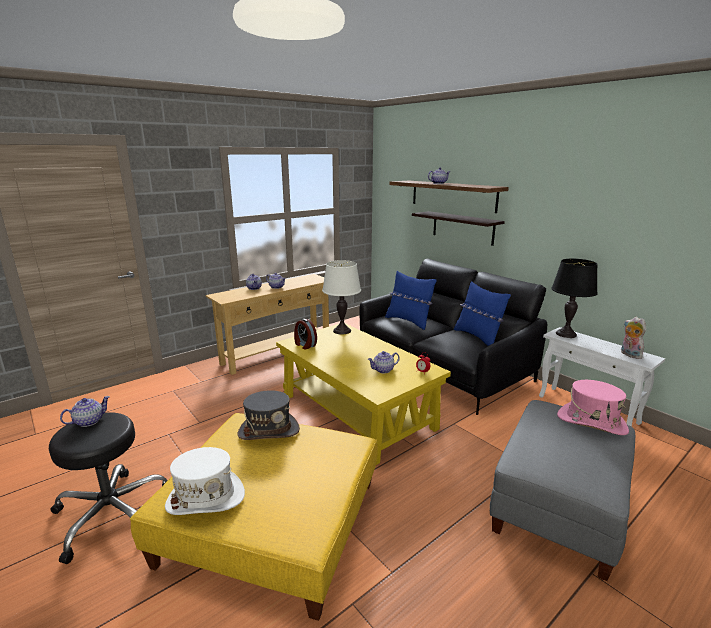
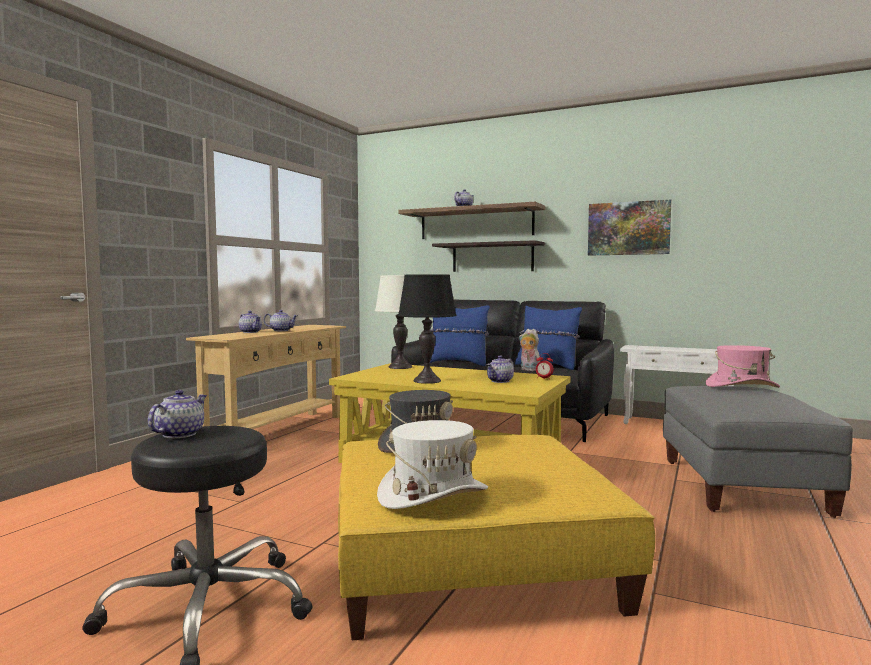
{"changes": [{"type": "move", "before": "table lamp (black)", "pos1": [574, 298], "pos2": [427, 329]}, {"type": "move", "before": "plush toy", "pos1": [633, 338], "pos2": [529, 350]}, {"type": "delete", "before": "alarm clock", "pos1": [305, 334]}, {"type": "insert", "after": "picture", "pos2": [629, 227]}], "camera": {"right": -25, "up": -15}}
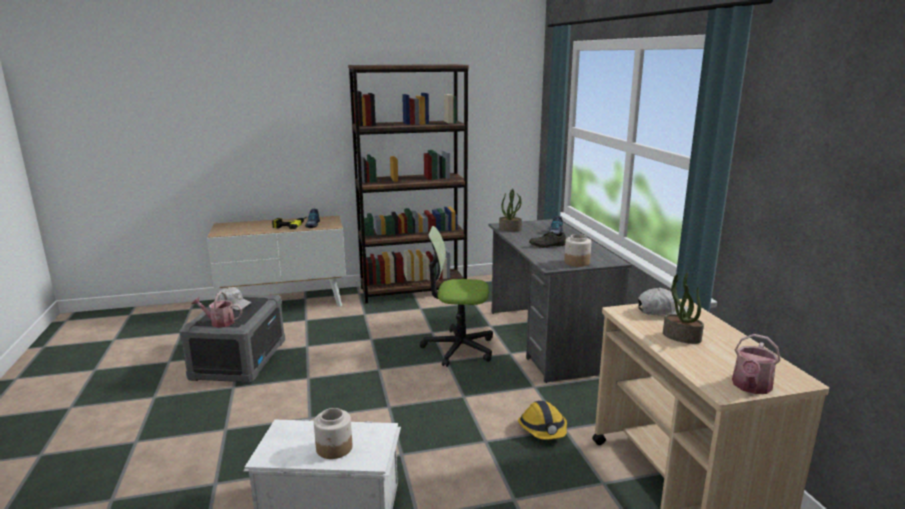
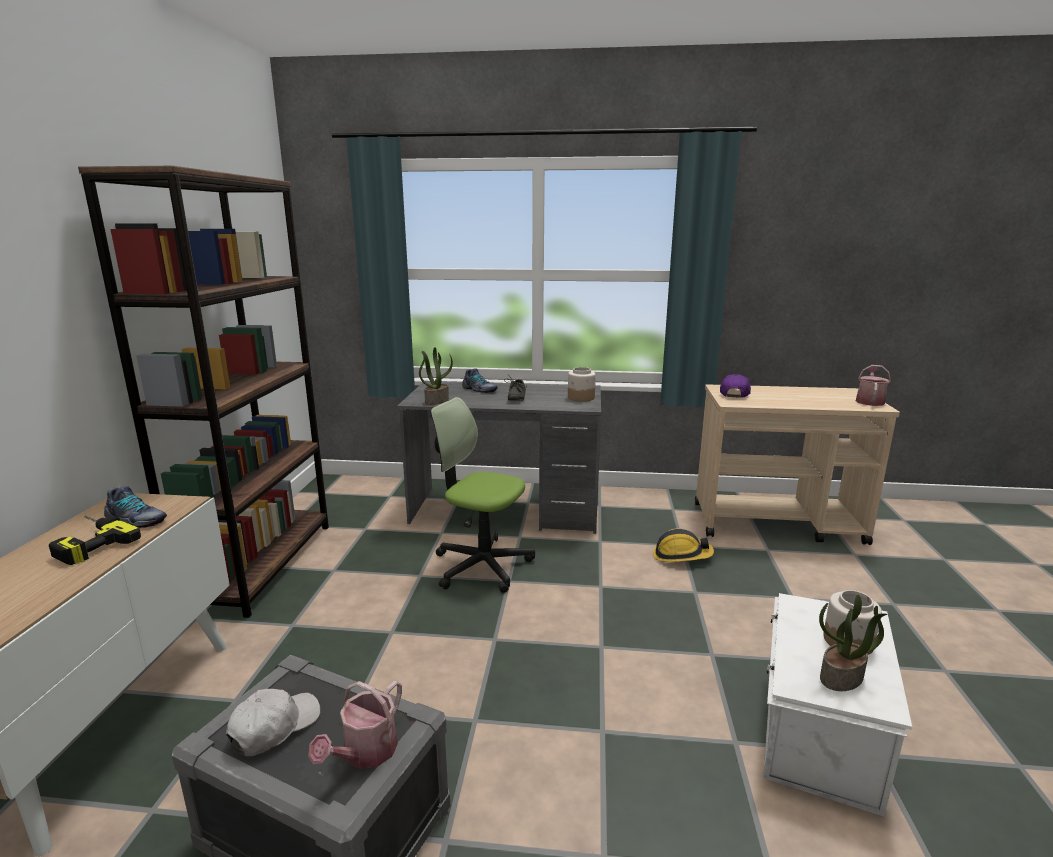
{"changes": [{"type": "rotate", "before": "office chair", "pos1": [456, 296], "pos2": [483, 495], "turn": 90}, {"type": "move", "before": "potted plant", "pos1": [683, 308], "pos2": [853, 643]}, {"type": "recolor", "before": "cap (white)", "after": "cap (purple)", "pos1": [663, 301], "pos2": [735, 386]}, {"type": "rotate", "before": "watering can", "pos1": [756, 364], "pos2": [873, 385], "turn": -120}], "camera": {"right": -70, "up": 0}}
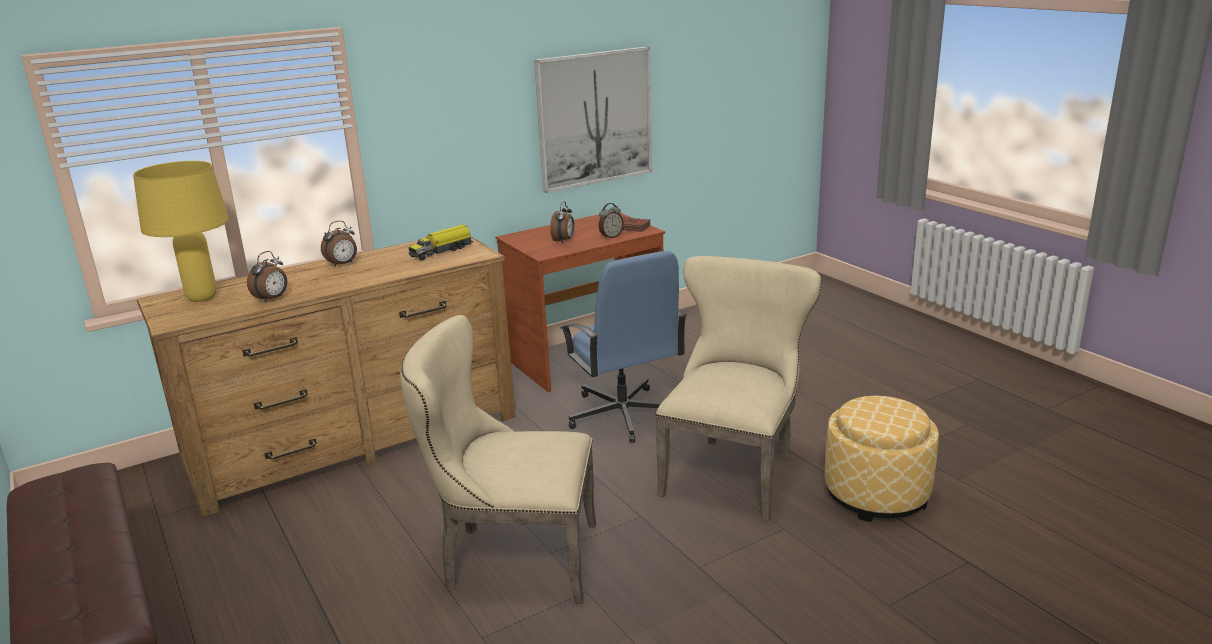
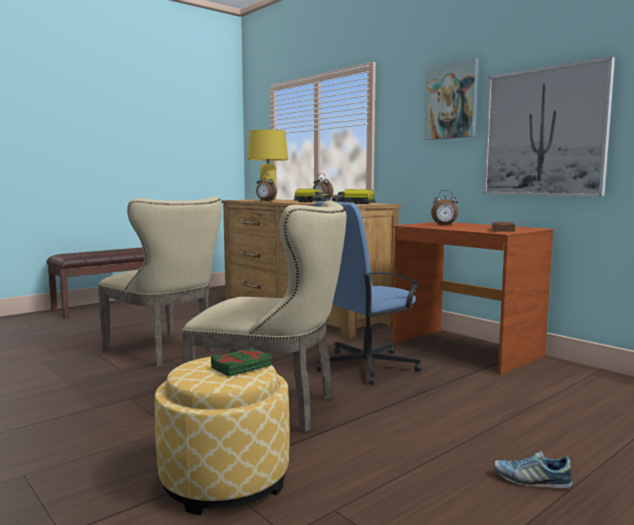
{"changes": [{"type": "delete", "before": "alarm clock", "pos1": [611, 221]}, {"type": "rotate", "before": "chair (beige)", "pos1": [498, 459], "pos2": [160, 282], "turn": 135}, {"type": "insert", "after": "picture", "pos2": [451, 99]}, {"type": "insert", "after": "toy truck", "pos2": [312, 195]}, {"type": "insert", "after": "book (green)", "pos2": [241, 362]}, {"type": "insert", "after": "shoe", "pos2": [533, 470]}], "camera": {"right": 80, "up": -15}}
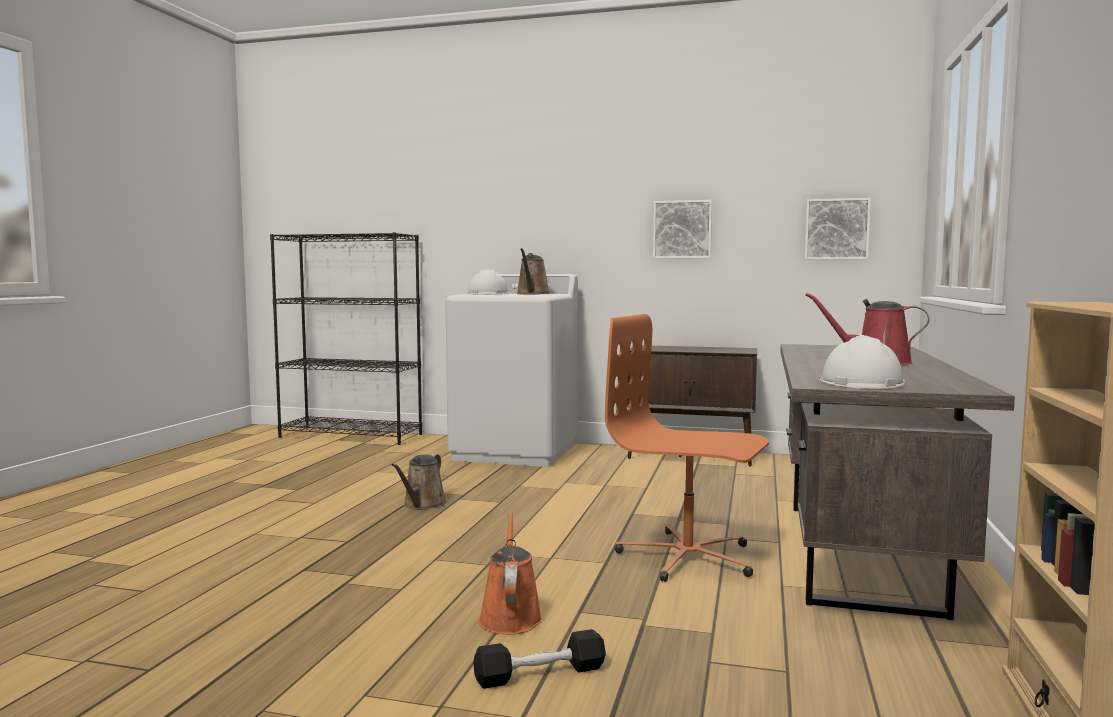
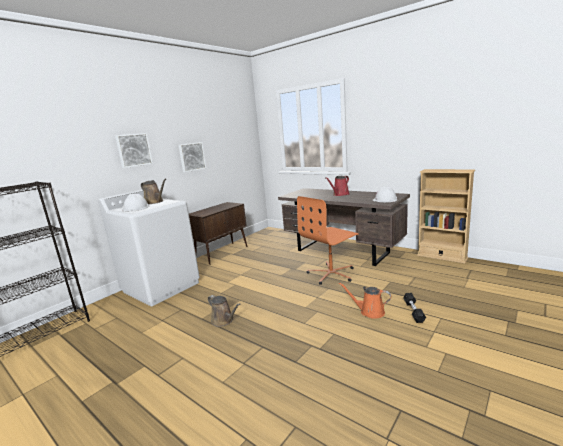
{"changes": [{"type": "move", "before": "picture", "pos1": [837, 229], "pos2": [134, 150]}], "camera": {"right": -65, "up": 10}}
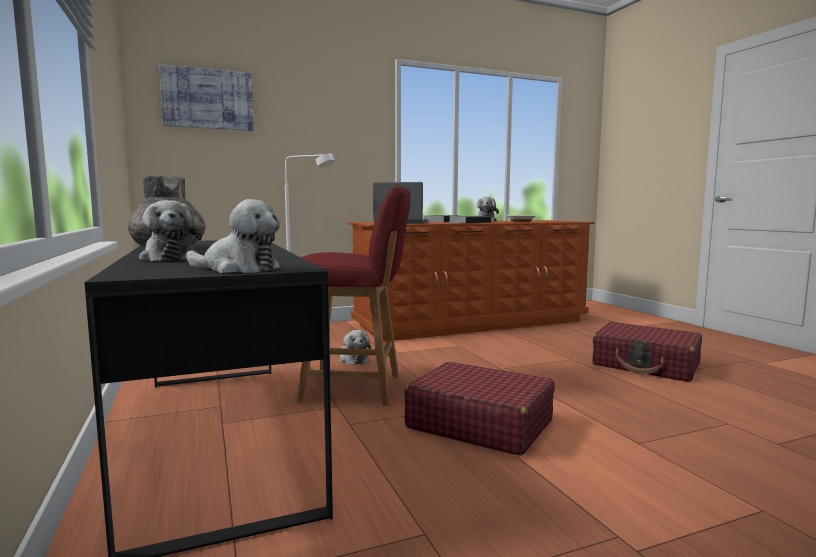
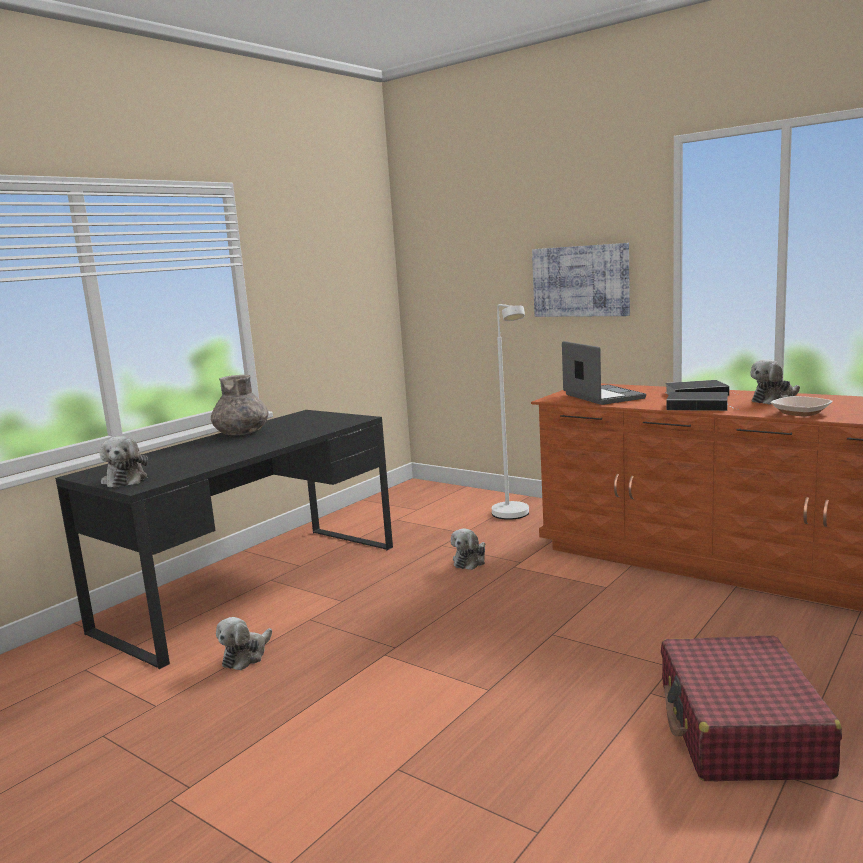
{"changes": [{"type": "move", "before": "picture", "pos1": [206, 97], "pos2": [581, 280]}, {"type": "delete", "before": "chair (red)", "pos1": [354, 296]}, {"type": "move", "before": "plush toy", "pos1": [170, 230], "pos2": [244, 643]}, {"type": "delete", "before": "suitcase (red)", "pos1": [479, 409]}], "camera": {"right": 60, "up": 5}}
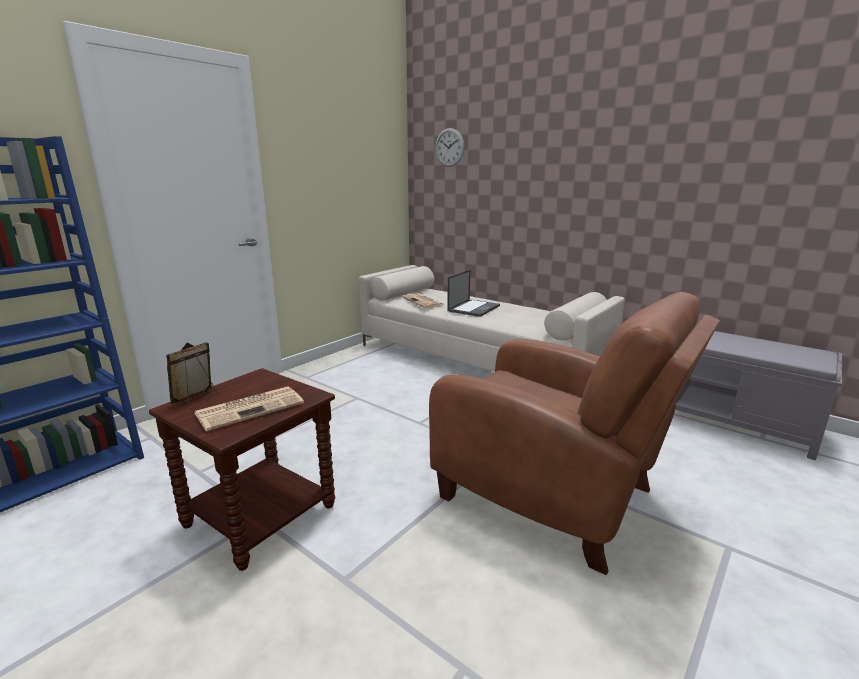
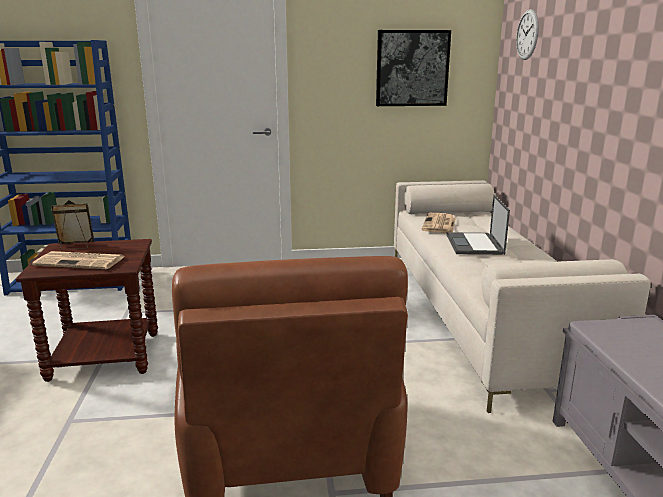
{"changes": [{"type": "rotate", "before": "laptop", "pos1": [473, 293], "pos2": [478, 225], "turn": 105}, {"type": "insert", "after": "picture", "pos2": [413, 68]}], "camera": {"right": 45, "up": 0}}
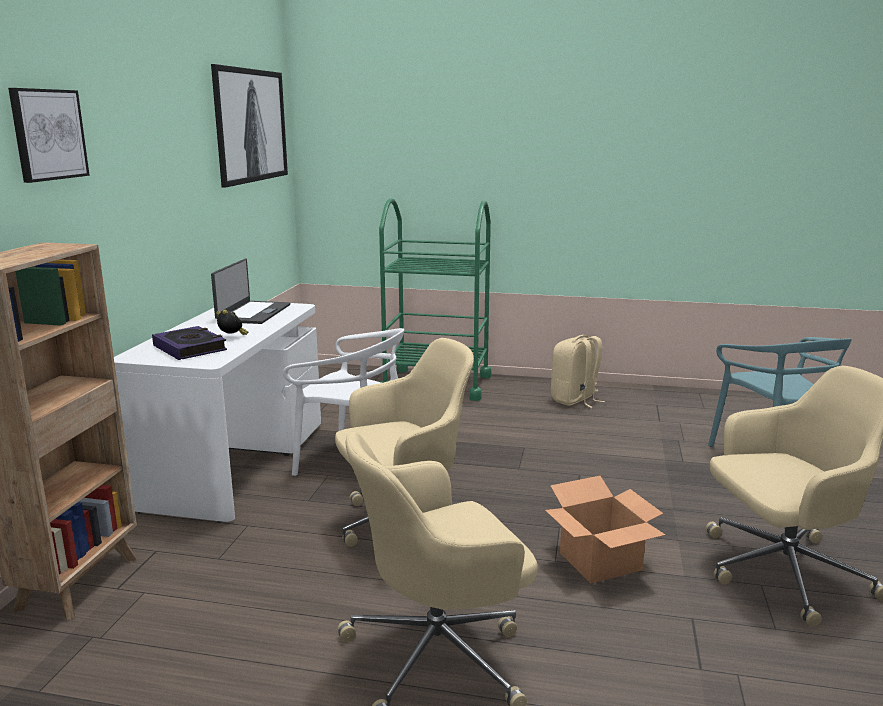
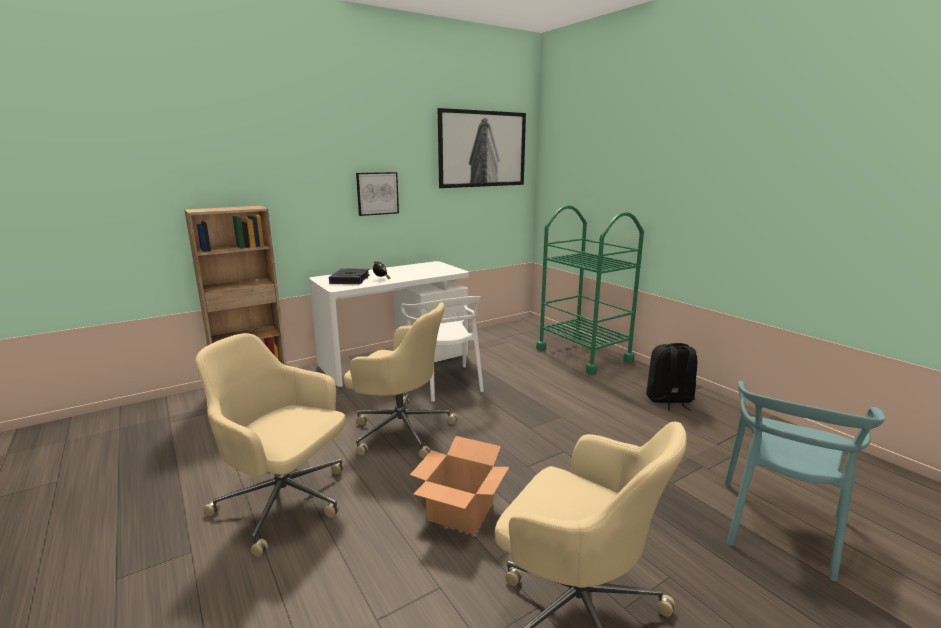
{"changes": [{"type": "move", "before": "picture", "pos1": [49, 135], "pos2": [377, 194]}, {"type": "delete", "before": "laptop", "pos1": [250, 291]}, {"type": "recolor", "before": "backpack (beige)", "after": "backpack (black)", "pos1": [578, 371], "pos2": [671, 377]}], "camera": {"right": 45, "up": 0}}
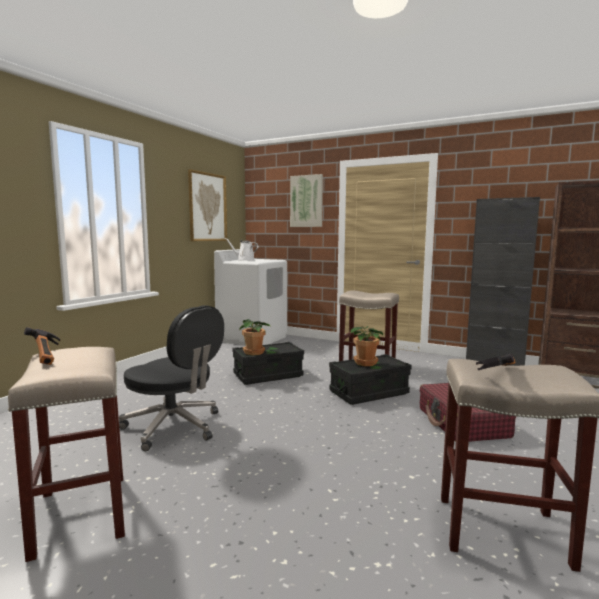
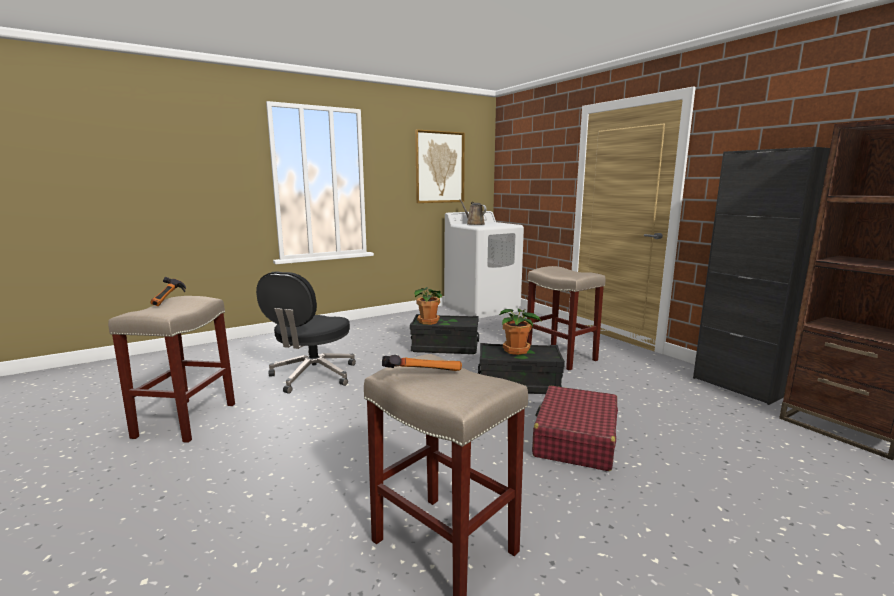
{"changes": [{"type": "delete", "before": "picture", "pos1": [306, 200]}, {"type": "recolor", "before": "watering can (white)", "after": "watering can (brown)", "pos1": [241, 249], "pos2": [473, 212]}, {"type": "rotate", "before": "office chair (black)", "pos1": [171, 378], "pos2": [306, 332], "turn": 45}], "camera": {"right": 30, "up": 5}}
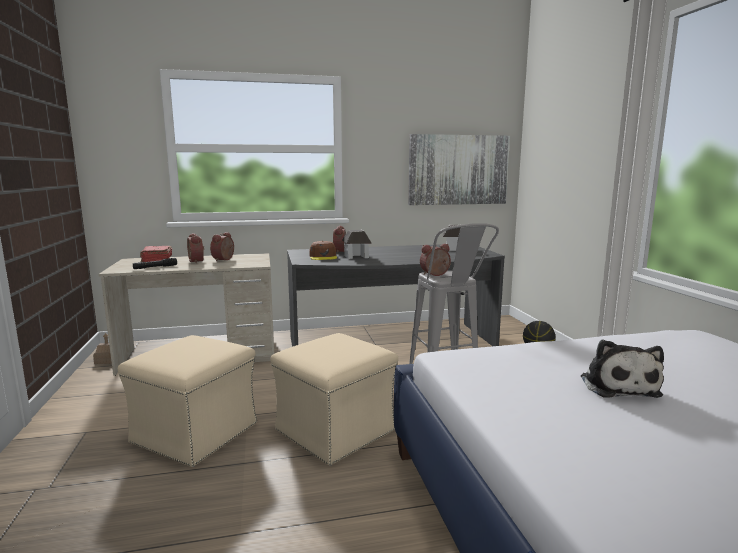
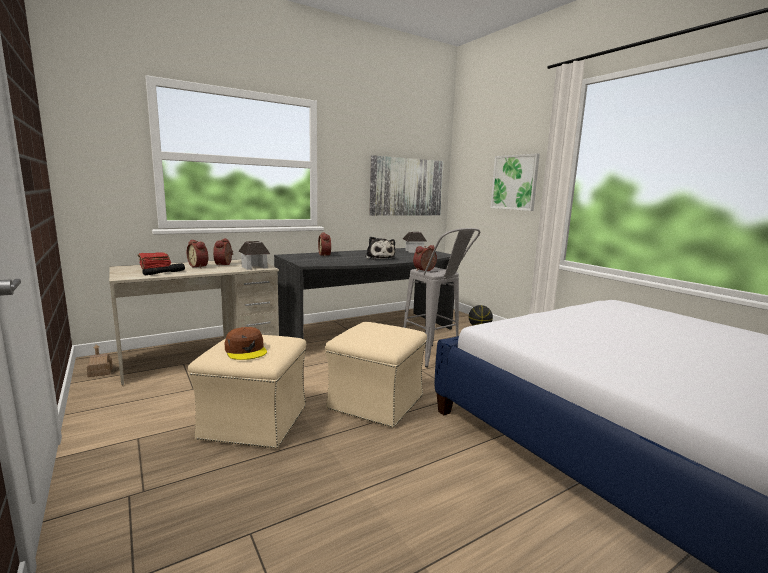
{"changes": [{"type": "move", "before": "toy house", "pos1": [357, 244], "pos2": [254, 255]}, {"type": "move", "before": "cap (brown)", "pos1": [323, 250], "pos2": [246, 343]}, {"type": "move", "before": "plush toy", "pos1": [622, 368], "pos2": [380, 248]}, {"type": "insert", "after": "picture", "pos2": [515, 182]}], "camera": {"right": -20, "up": 0}}
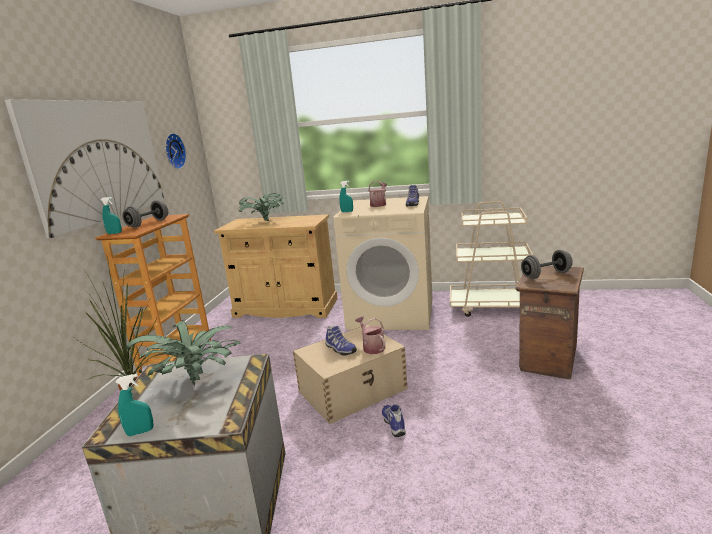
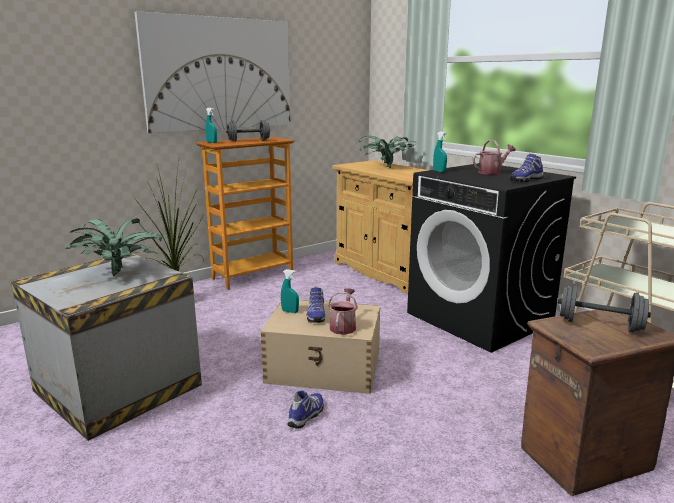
{"changes": [{"type": "delete", "before": "wall clock", "pos1": [175, 151]}, {"type": "recolor", "before": "washing machine (beige)", "after": "washing machine (black)", "pos1": [383, 263], "pos2": [491, 258]}, {"type": "move", "before": "spray bottle (turquoise)", "pos1": [134, 405], "pos2": [290, 291]}], "camera": {"right": 40, "up": 0}}
